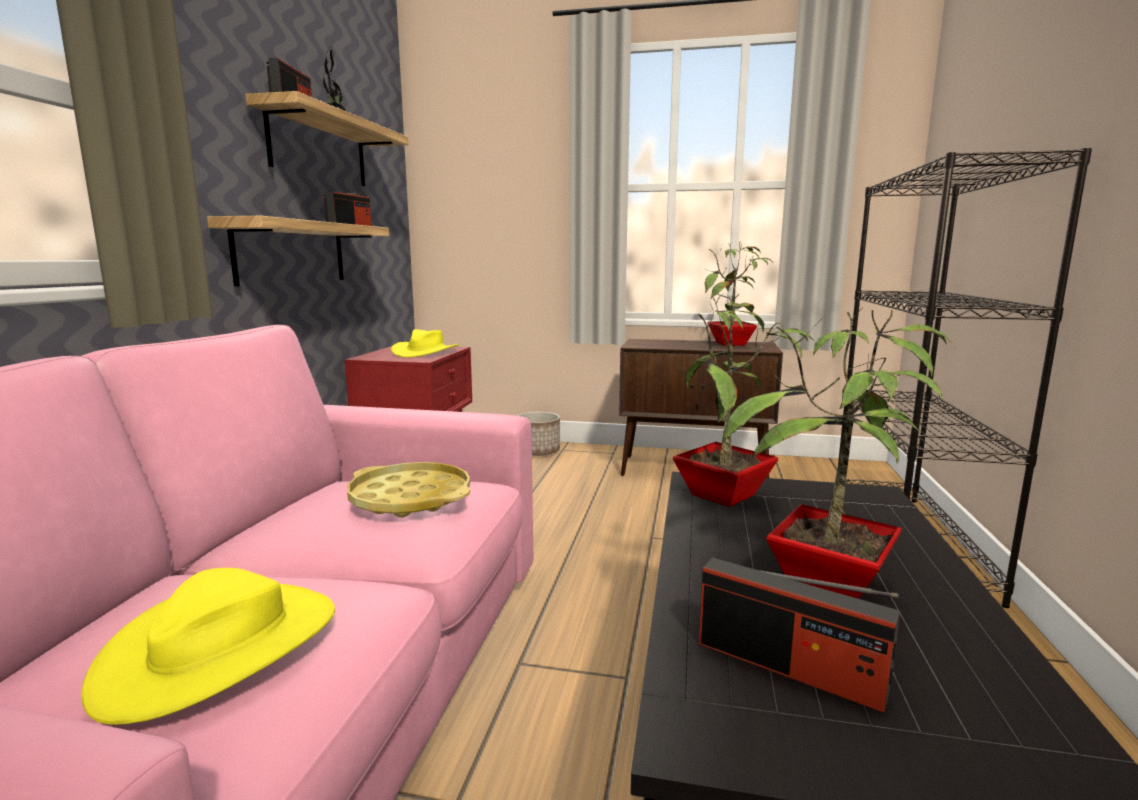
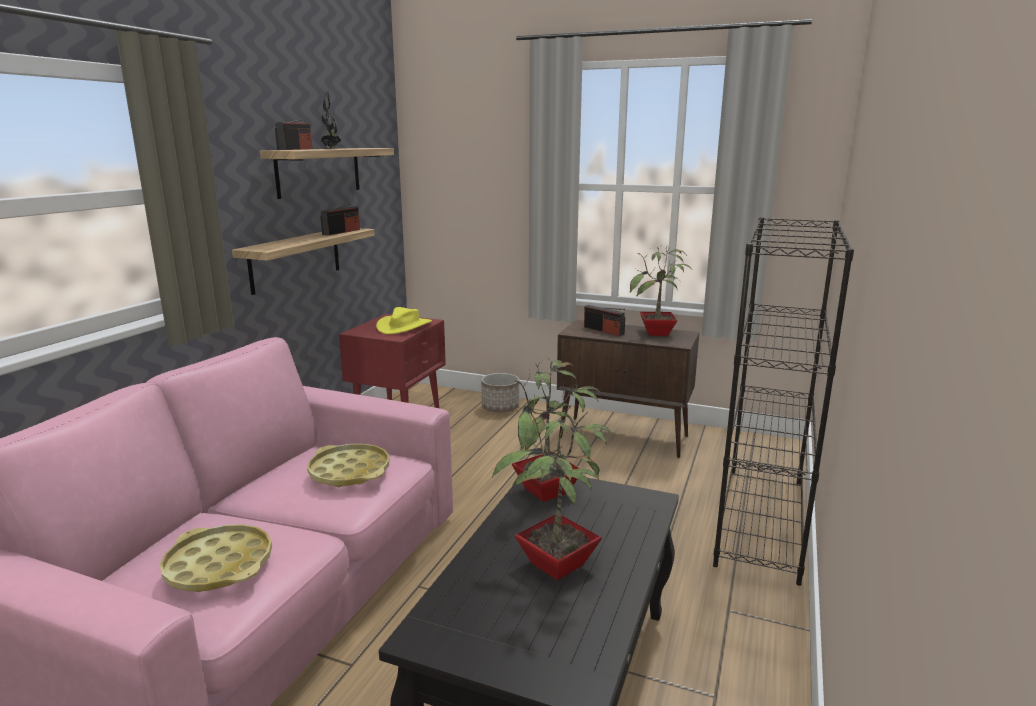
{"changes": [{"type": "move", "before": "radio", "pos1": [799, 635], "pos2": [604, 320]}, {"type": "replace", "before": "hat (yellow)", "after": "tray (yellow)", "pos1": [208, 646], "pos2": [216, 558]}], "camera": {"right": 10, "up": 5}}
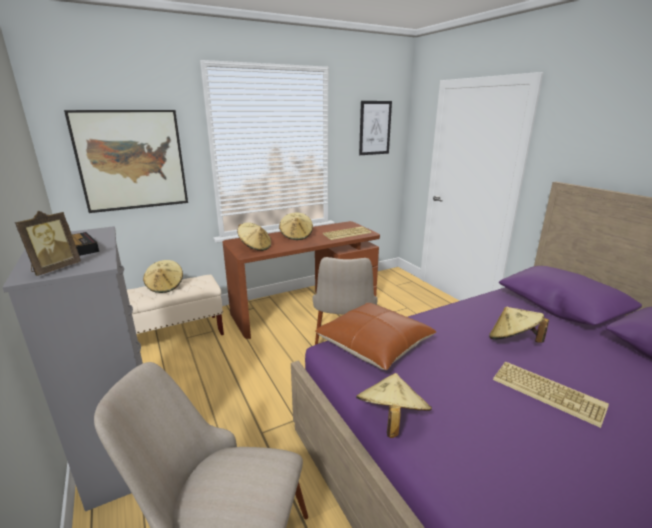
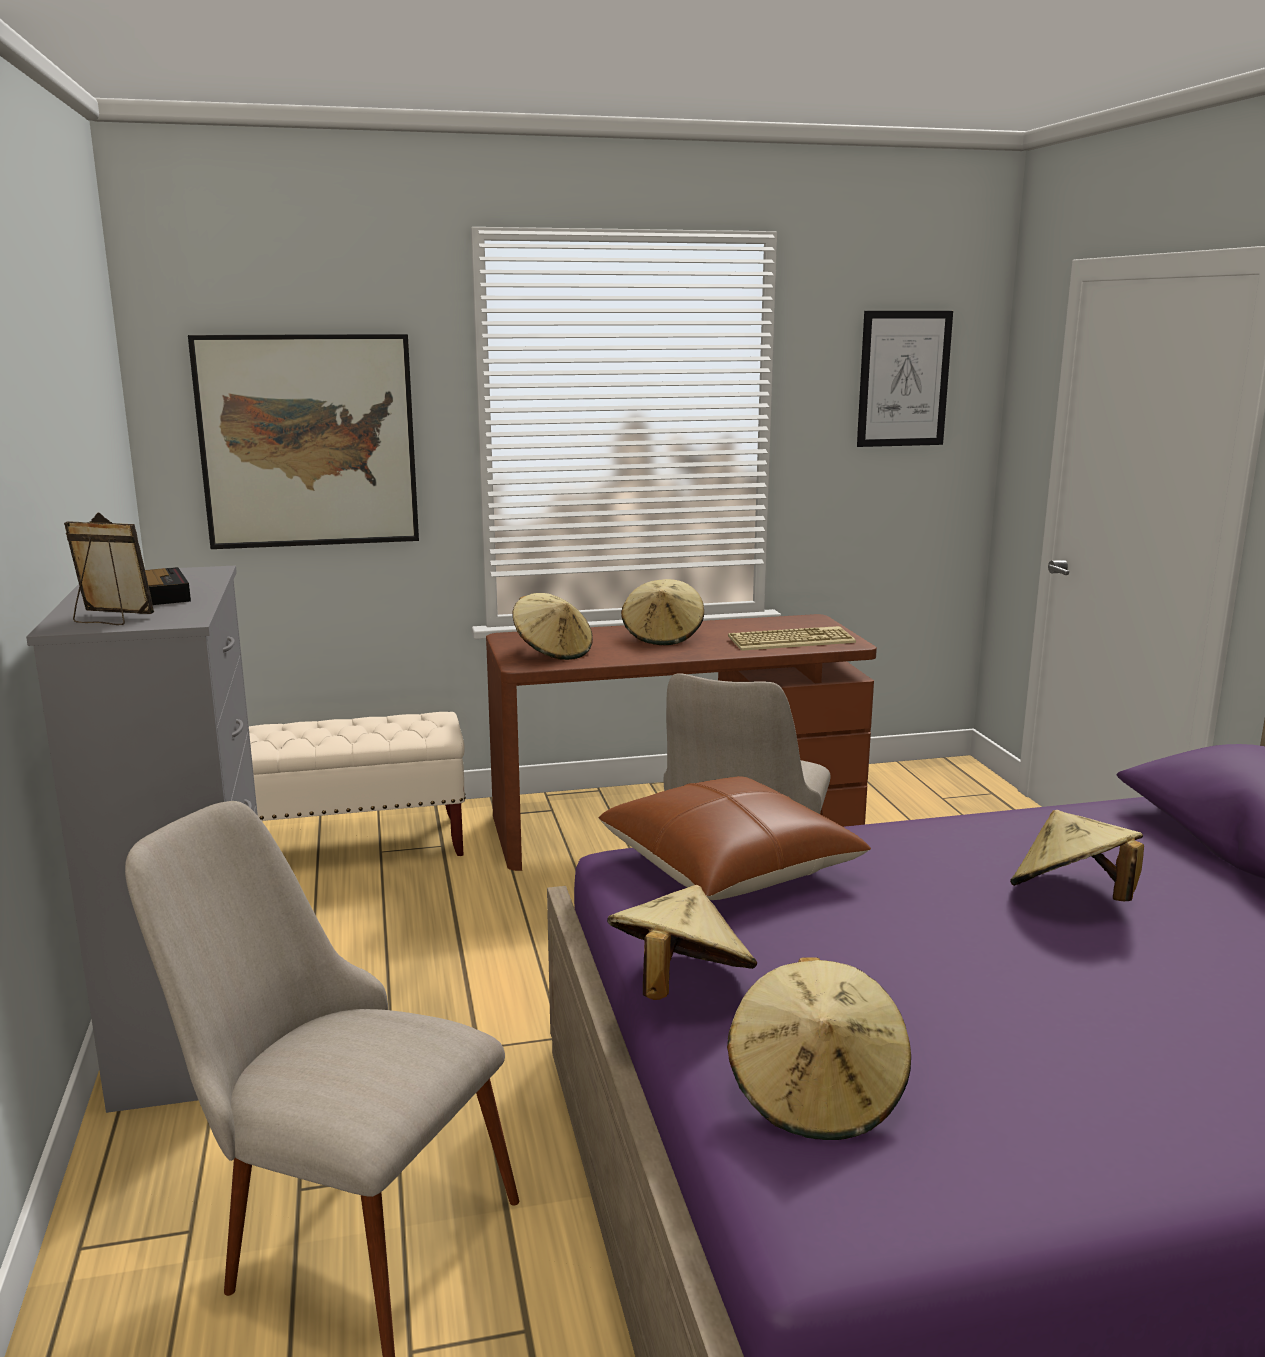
{"changes": [{"type": "rotate", "before": "picture frame", "pos1": [48, 243], "pos2": [109, 568], "turn": -120}, {"type": "move", "before": "hat (beige)", "pos1": [163, 276], "pos2": [819, 1048]}, {"type": "delete", "before": "keyboard", "pos1": [551, 395]}], "camera": {"right": 15, "up": -5}}
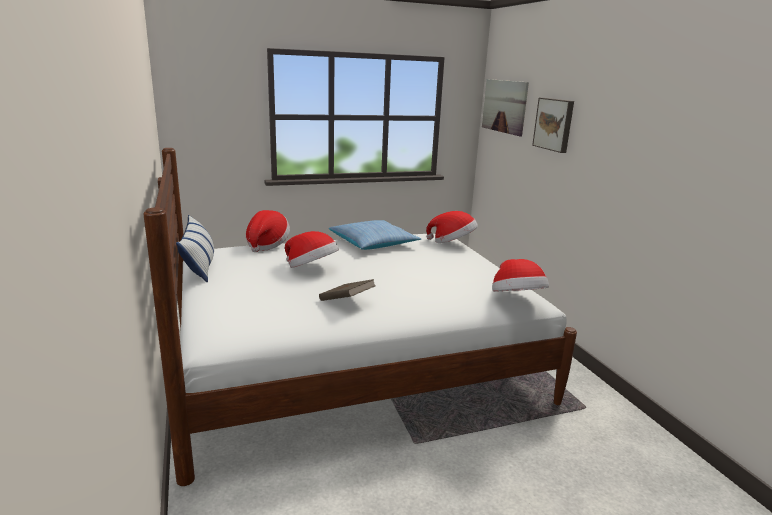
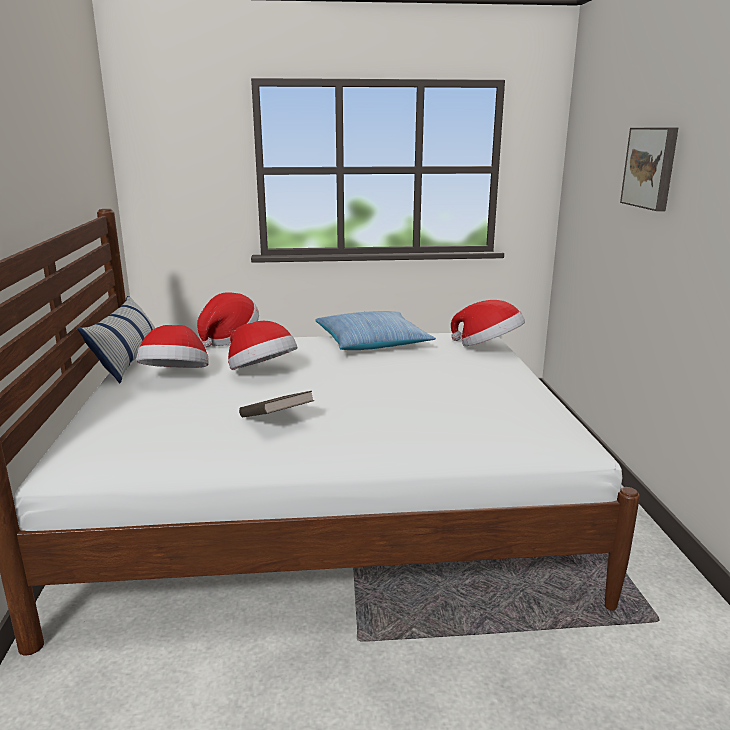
{"changes": [{"type": "delete", "before": "picture", "pos1": [505, 107]}, {"type": "move", "before": "hat", "pos1": [520, 275], "pos2": [172, 346]}], "camera": {"right": 15, "up": 0}}
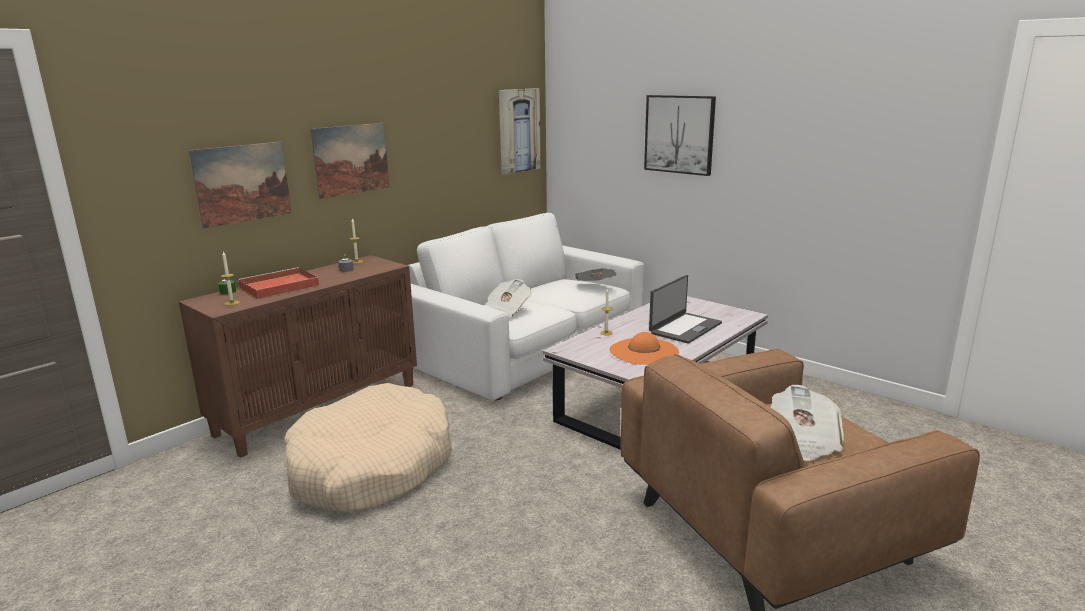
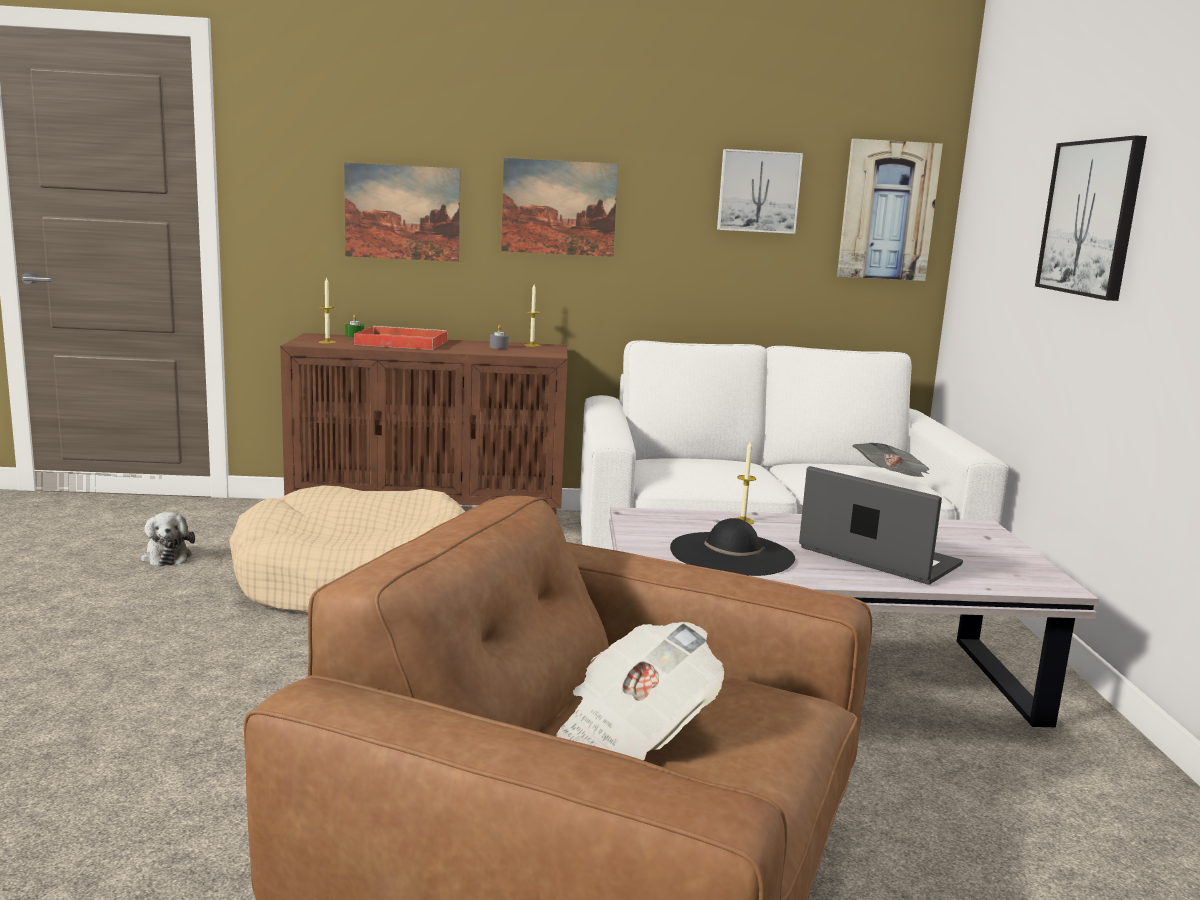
{"changes": [{"type": "rotate", "before": "laptop", "pos1": [685, 309], "pos2": [881, 525], "turn": -135}, {"type": "delete", "before": "newspaper", "pos1": [508, 298]}, {"type": "recolor", "before": "hat (orange)", "after": "hat (black)", "pos1": [644, 348], "pos2": [732, 547]}, {"type": "insert", "after": "picture", "pos2": [760, 191]}, {"type": "insert", "after": "plush toy", "pos2": [168, 539]}], "camera": {"right": 45, "up": -5}}
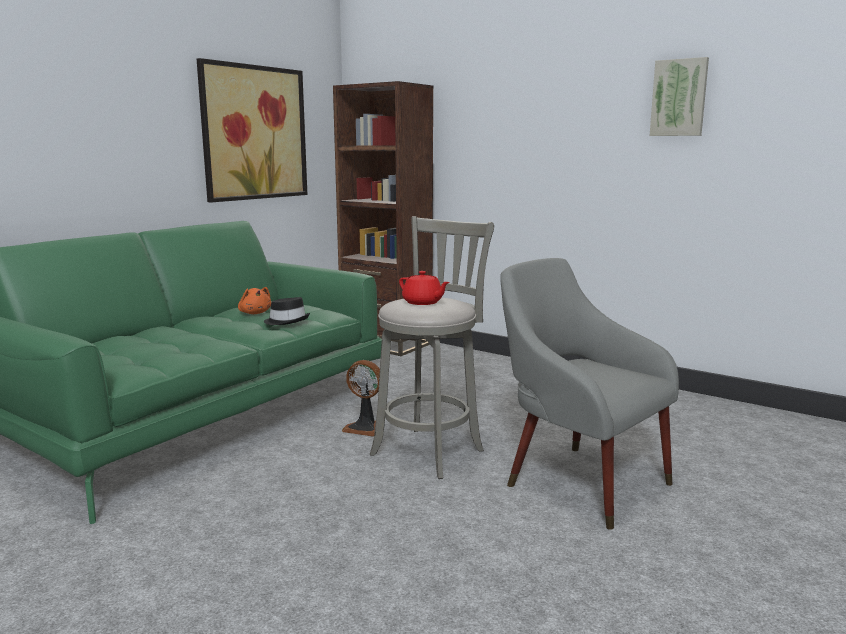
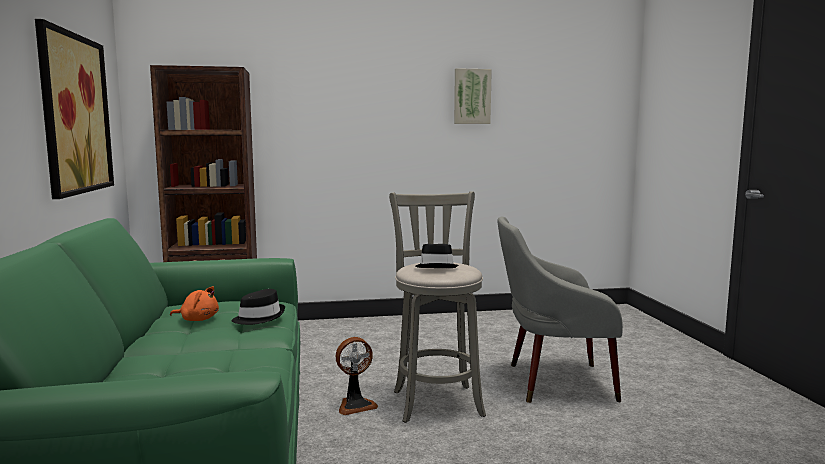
{"changes": [{"type": "replace", "before": "teapot (red)", "after": "hat (black)", "pos1": [424, 288], "pos2": [437, 256]}], "camera": {"right": -45, "up": -5}}
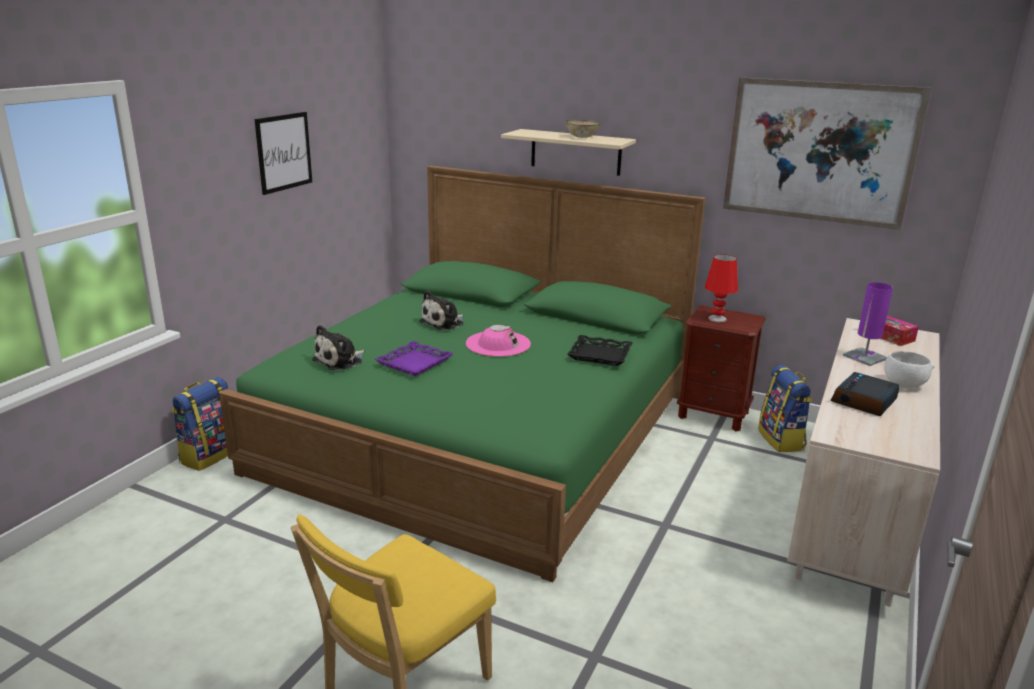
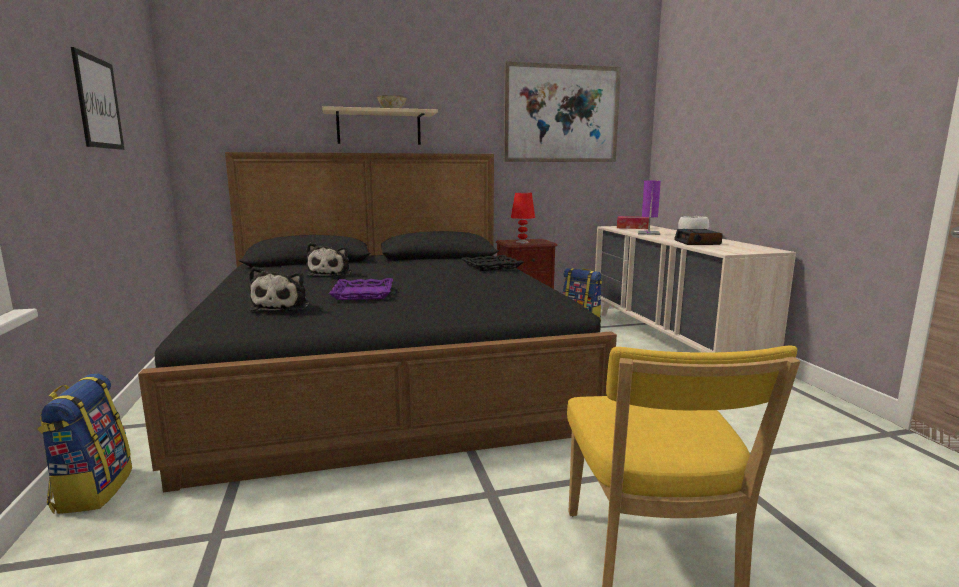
{"changes": [{"type": "recolor", "before": "bed (green)", "after": "bed (black)", "pos1": [462, 374], "pos2": [377, 322]}, {"type": "delete", "before": "hat (pink)", "pos1": [498, 341]}], "camera": {"right": -40, "up": -10}}
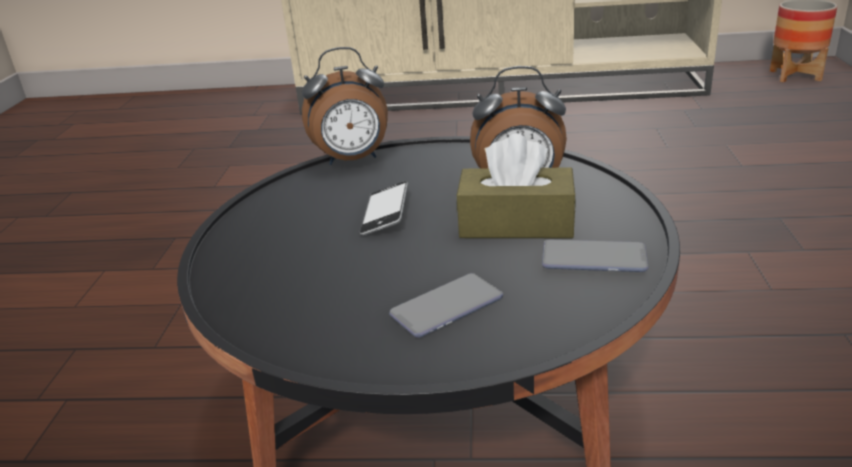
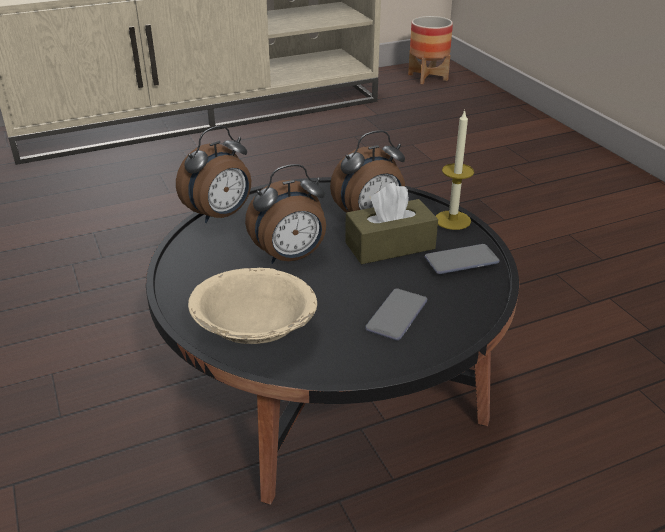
{"changes": [{"type": "replace", "before": "phone", "after": "alarm clock", "pos1": [384, 208], "pos2": [285, 214]}, {"type": "insert", "after": "candle", "pos2": [455, 169]}, {"type": "insert", "after": "bowl (beige)", "pos2": [252, 306]}], "camera": {"right": -30, "up": 5}}
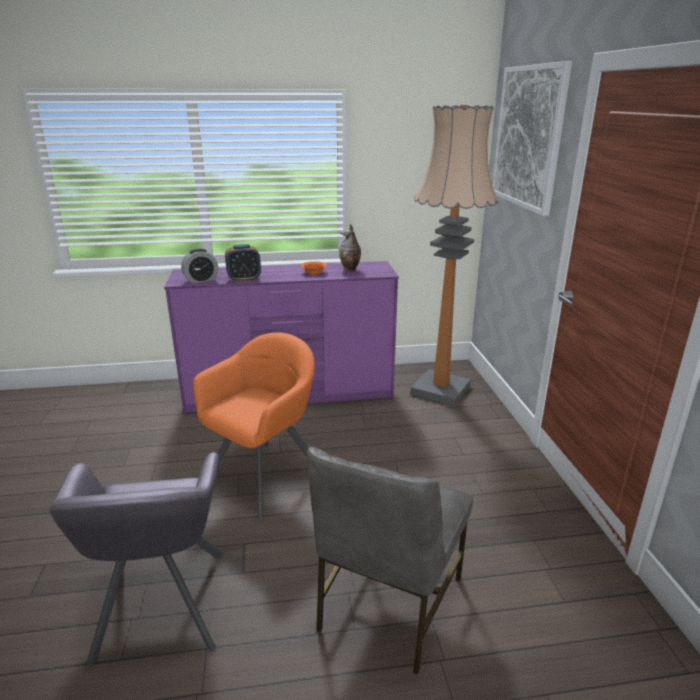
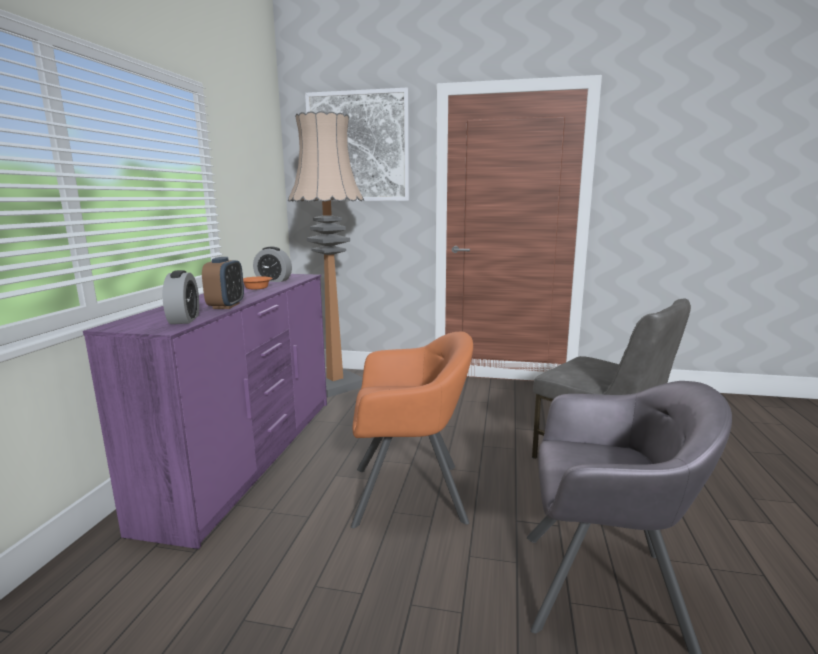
{"changes": [{"type": "replace", "before": "vase", "after": "alarm clock", "pos1": [350, 247], "pos2": [272, 264]}, {"type": "rotate", "before": "armchair (orange)", "pos1": [254, 426], "pos2": [412, 430], "turn": 120}], "camera": {"right": -70, "up": -10}}
